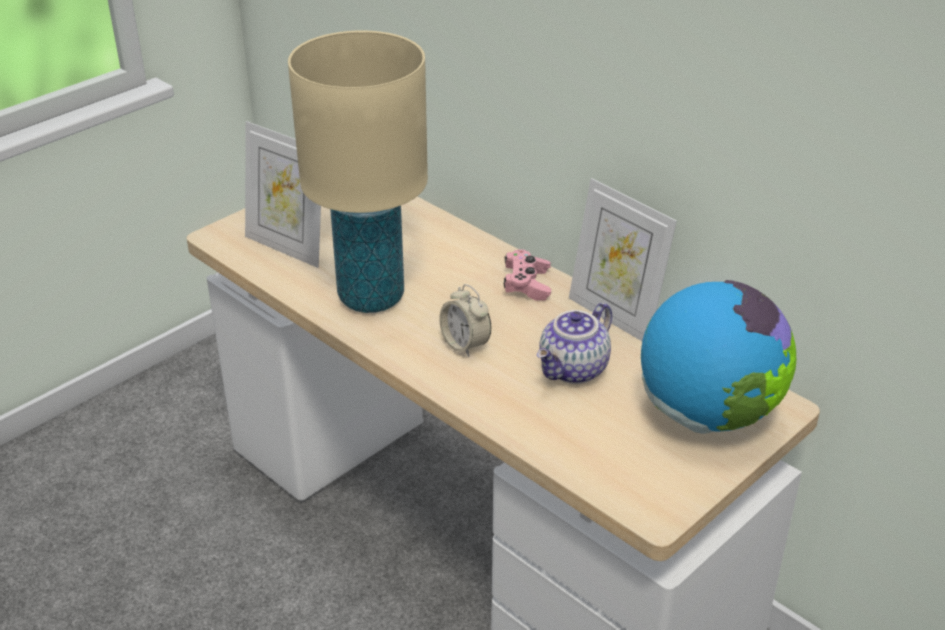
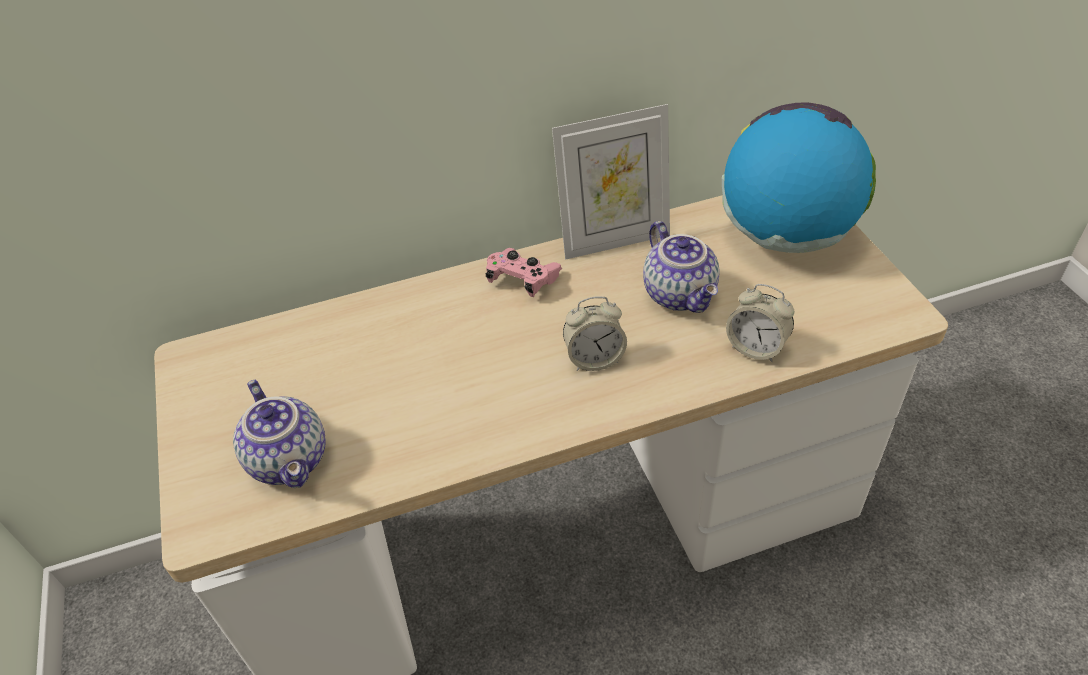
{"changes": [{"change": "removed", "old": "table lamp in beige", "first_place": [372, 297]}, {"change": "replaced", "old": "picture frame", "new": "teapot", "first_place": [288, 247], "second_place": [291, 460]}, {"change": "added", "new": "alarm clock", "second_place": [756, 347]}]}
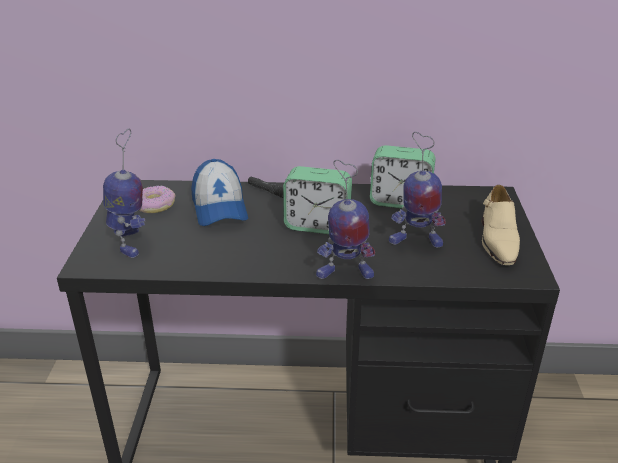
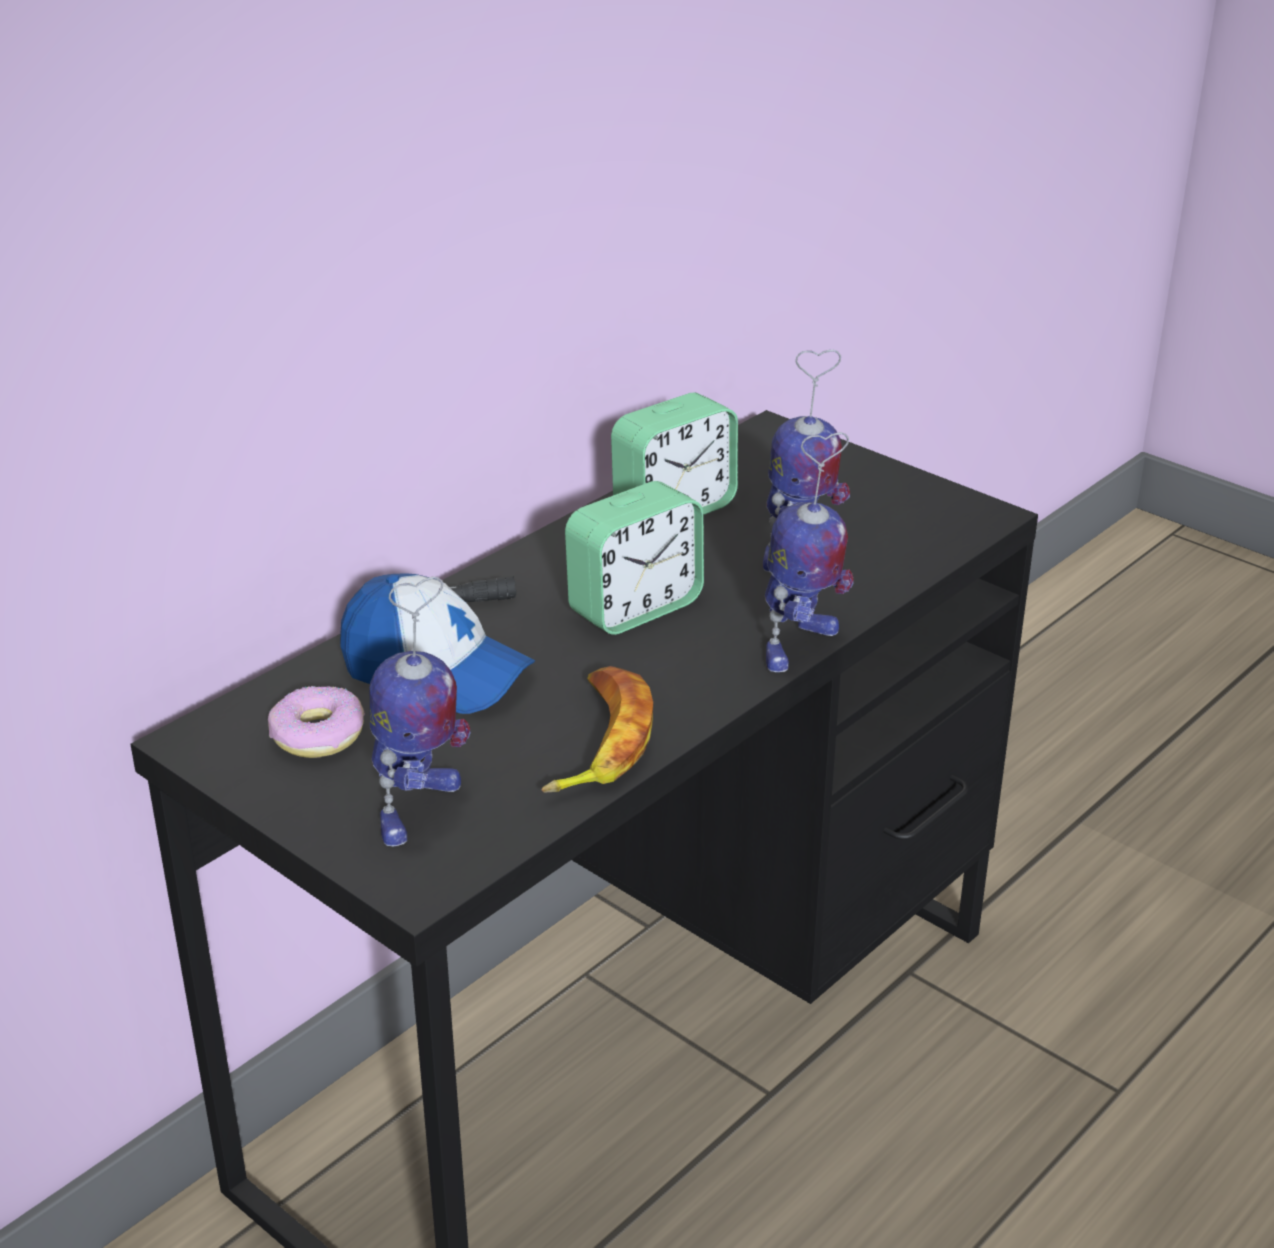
{"changes": [{"change": "turned", "old": "toy robot", "first_place": [130, 243], "second_place": [417, 810], "degrees": 90}, {"change": "removed", "old": "shoe in beige", "first_place": [497, 240]}, {"change": "added", "new": "banana", "second_place": [598, 742]}]}
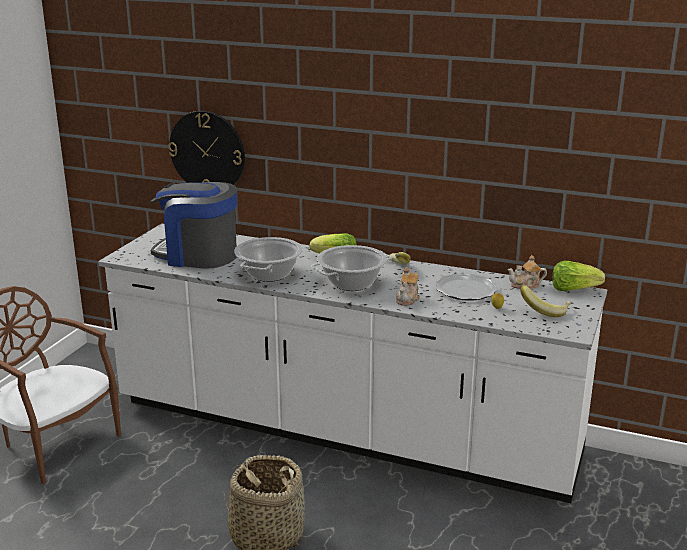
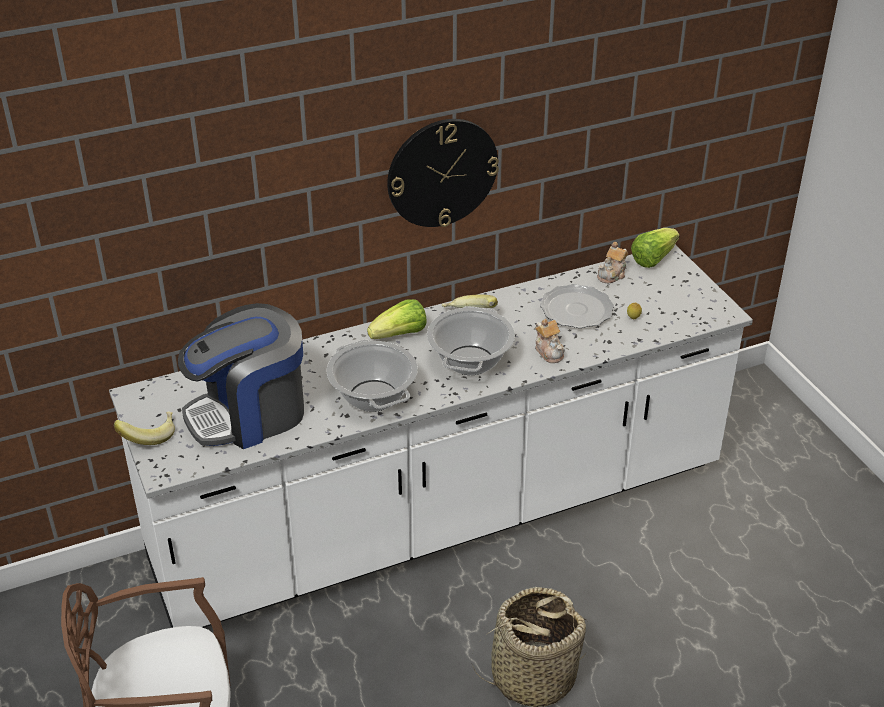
{"changes": [{"change": "moved", "old": "wall clock", "first_place": [207, 152], "second_place": [442, 172]}, {"change": "moved", "old": "banana", "first_place": [545, 311], "second_place": [149, 436]}]}
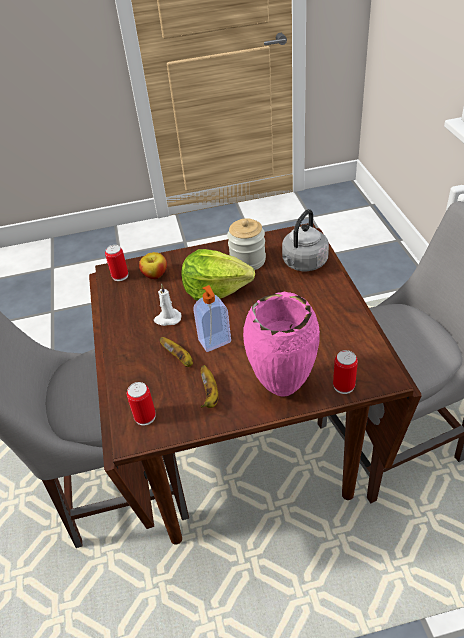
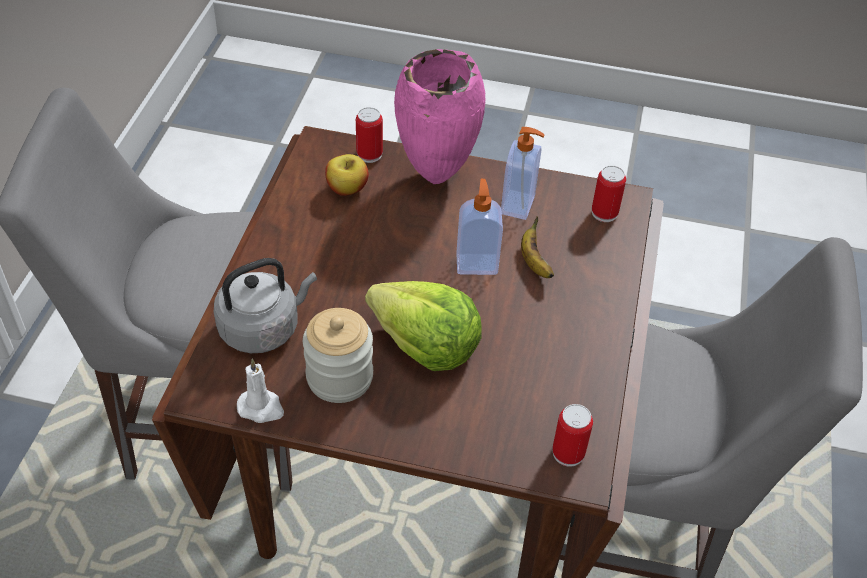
{"changes": [{"change": "moved", "old": "apple", "first_place": [155, 275], "second_place": [347, 189]}, {"change": "moved", "old": "candle in white", "first_place": [167, 319], "second_place": [261, 408]}, {"change": "replaced", "old": "banana", "new": "soap dispenser", "first_place": [210, 394], "second_place": [519, 205]}]}
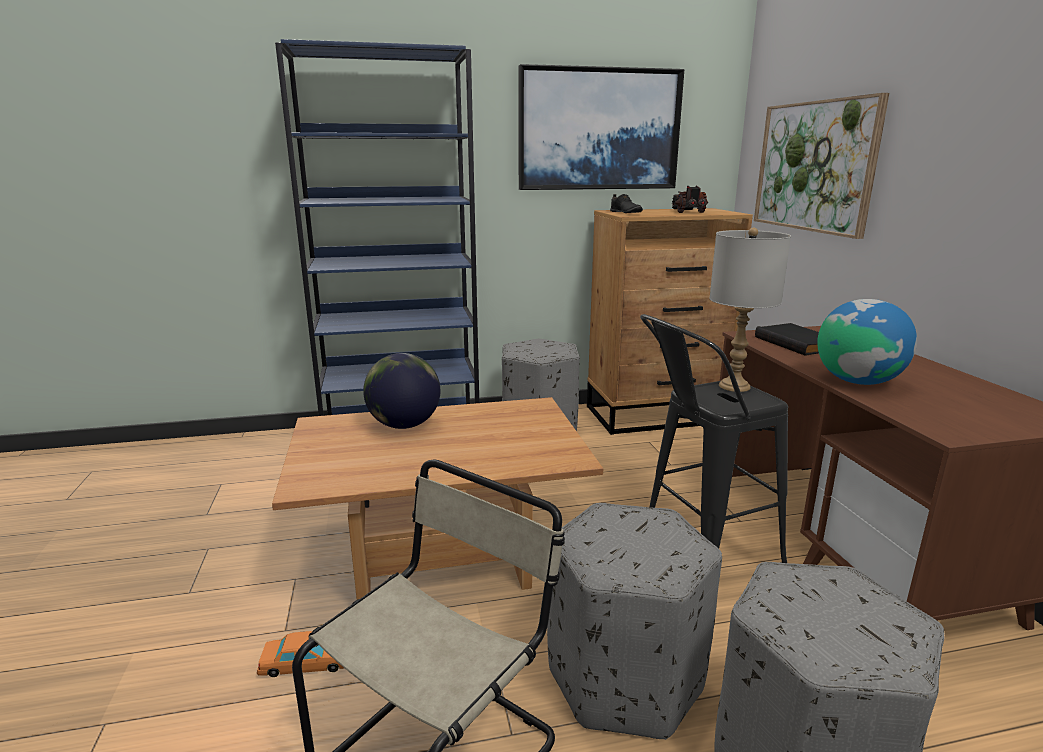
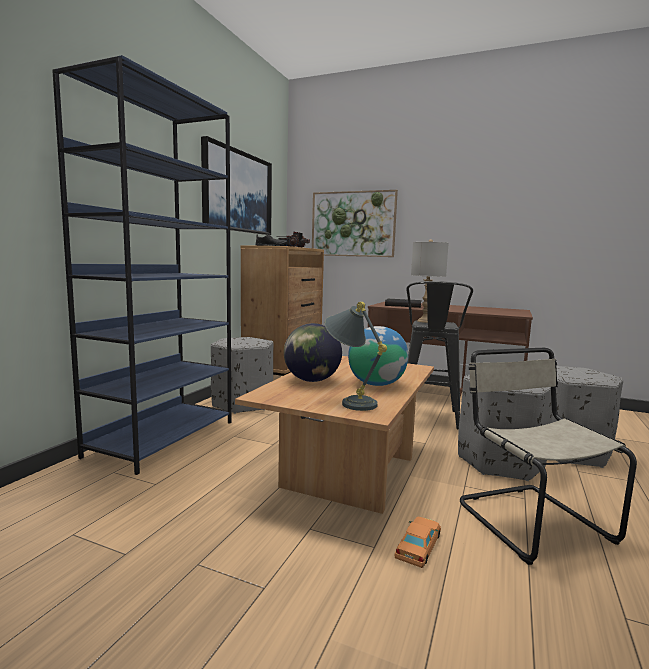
{"changes": [{"change": "moved", "old": "globe", "first_place": [857, 381], "second_place": [376, 384]}, {"change": "added", "new": "table lamp in grey", "second_place": [350, 401]}]}
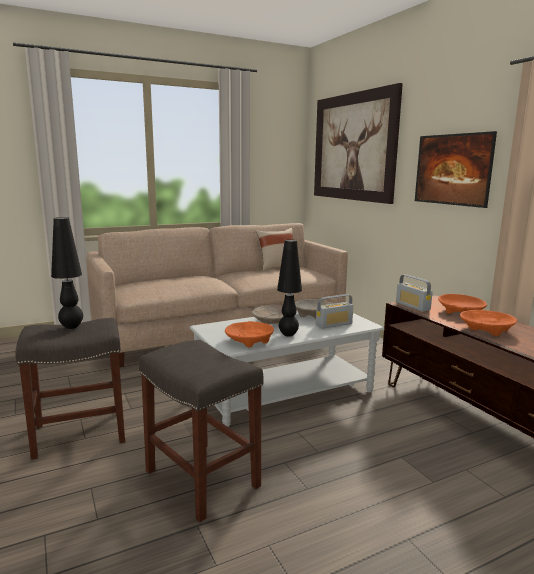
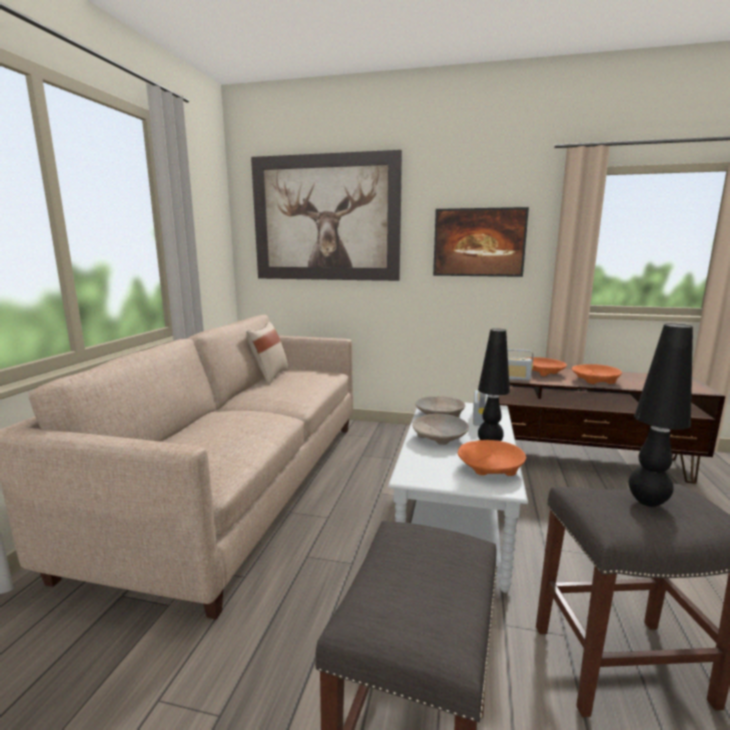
{"changes": [{"change": "moved", "old": "table lamp in black", "first_place": [71, 327], "second_place": [647, 502]}]}
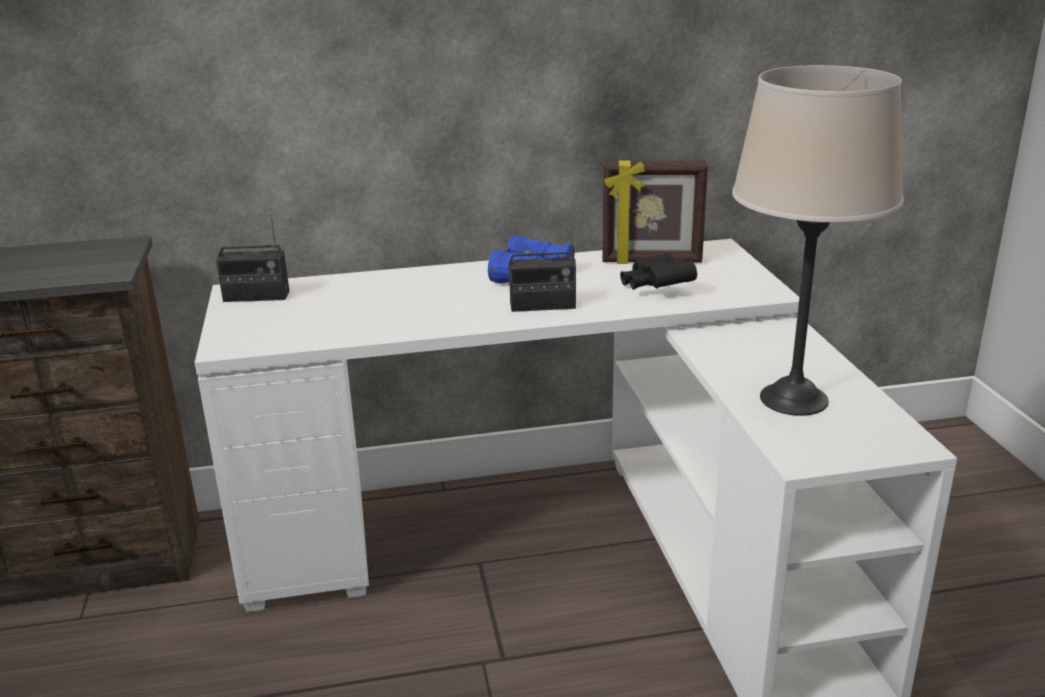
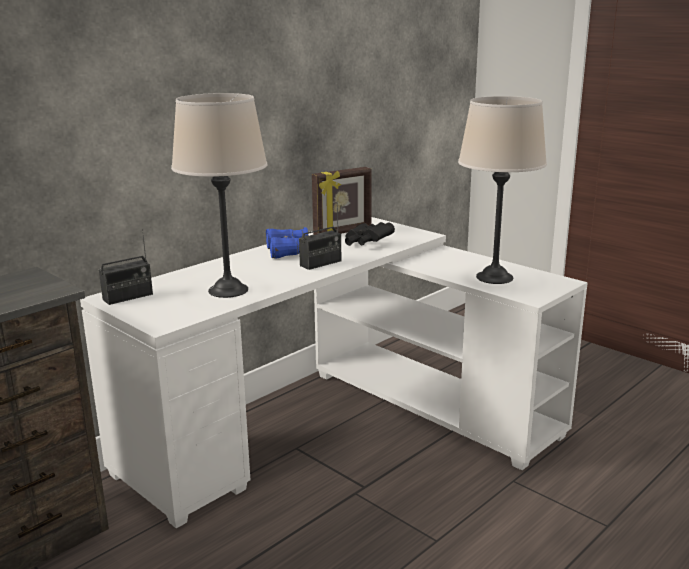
{"changes": [{"change": "added", "new": "table lamp in beige", "second_place": [228, 290]}]}
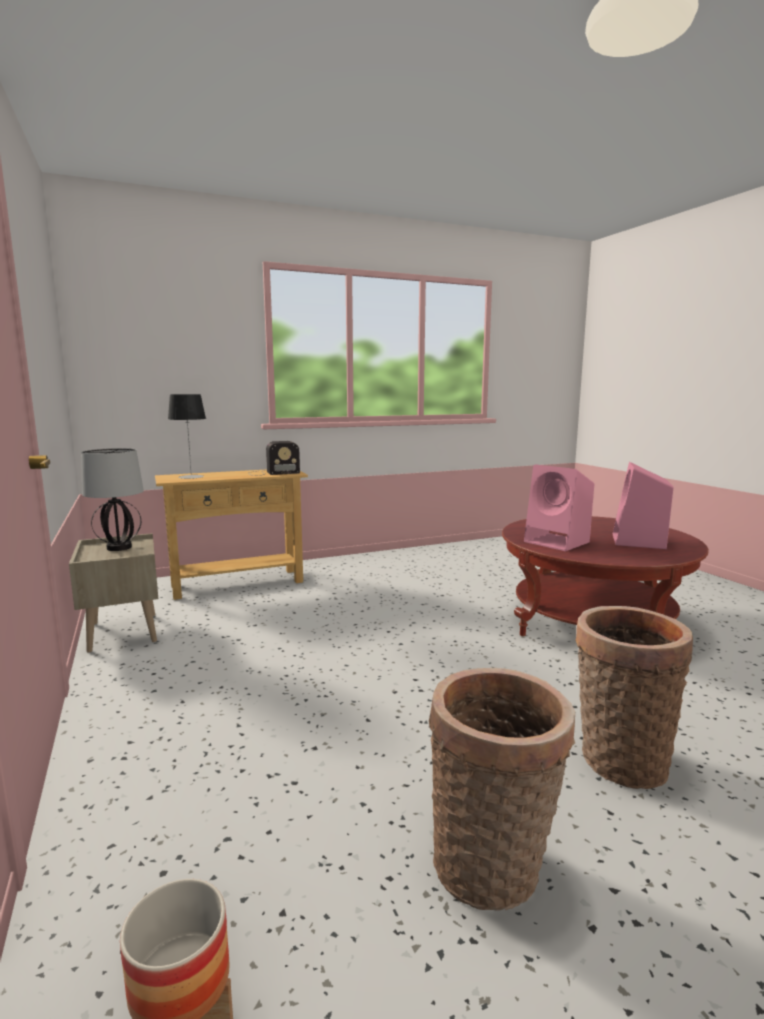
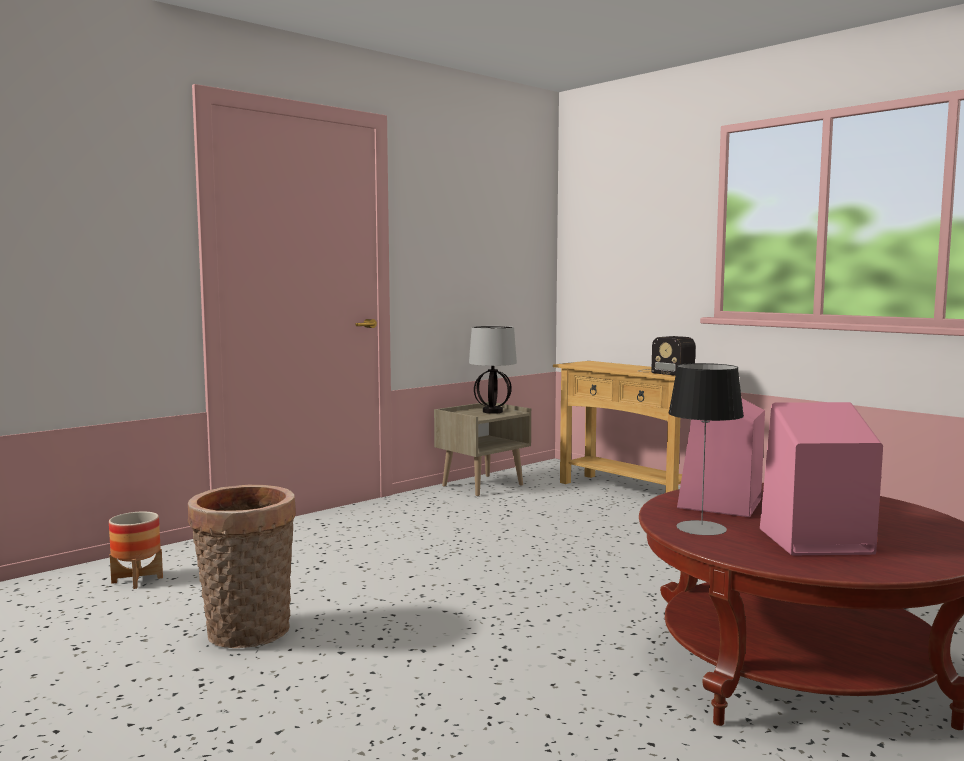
{"changes": [{"change": "moved", "old": "table lamp", "first_place": [191, 477], "second_place": [701, 528]}, {"change": "removed", "old": "basket", "first_place": [619, 757]}]}
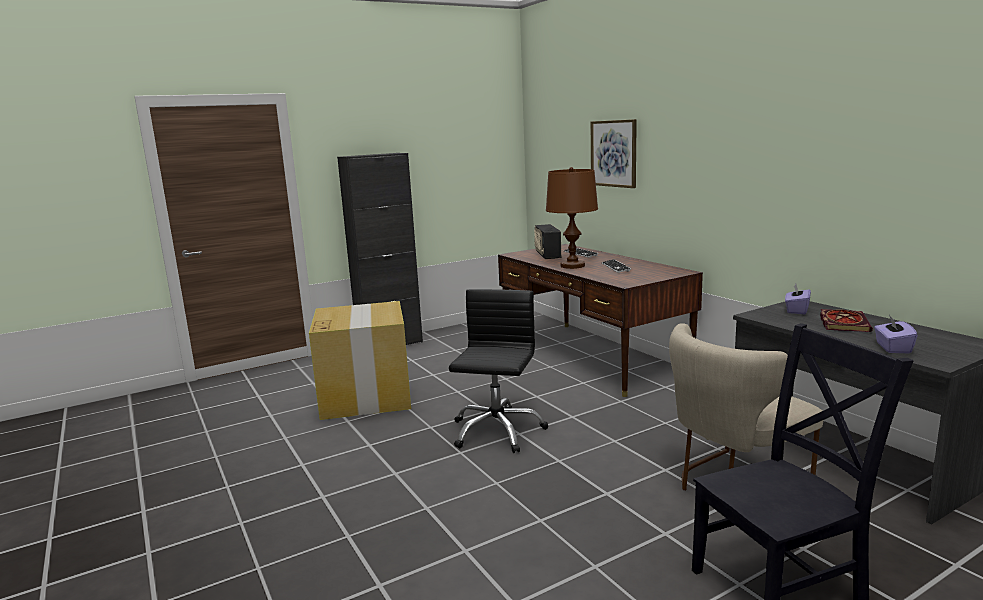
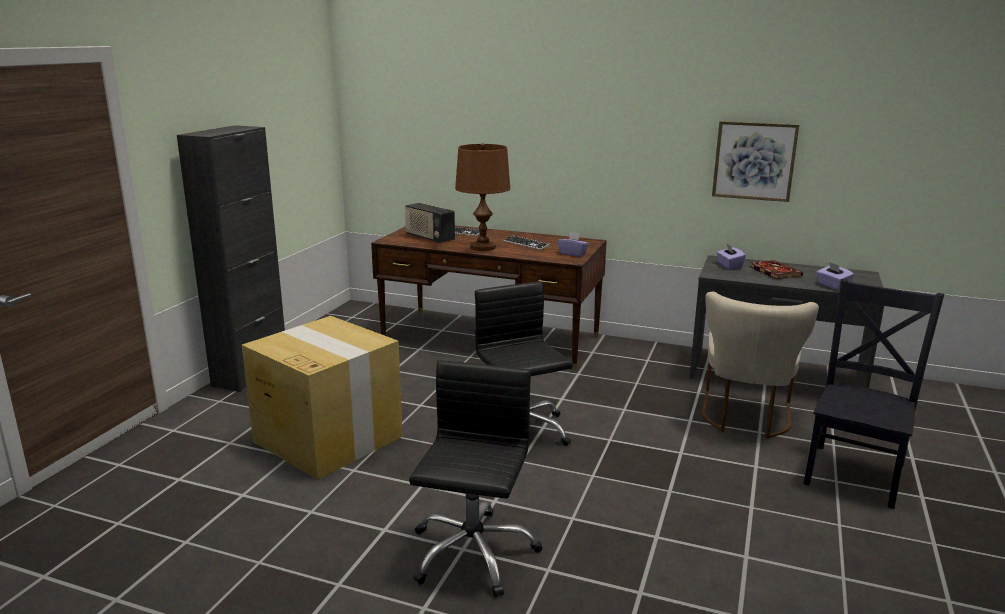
{"changes": [{"change": "moved", "old": "picture", "first_place": [614, 153], "second_place": [754, 161]}, {"change": "added", "new": "tissue box in purple", "second_place": [573, 254]}, {"change": "added", "new": "office chair in black", "second_place": [472, 552]}]}
